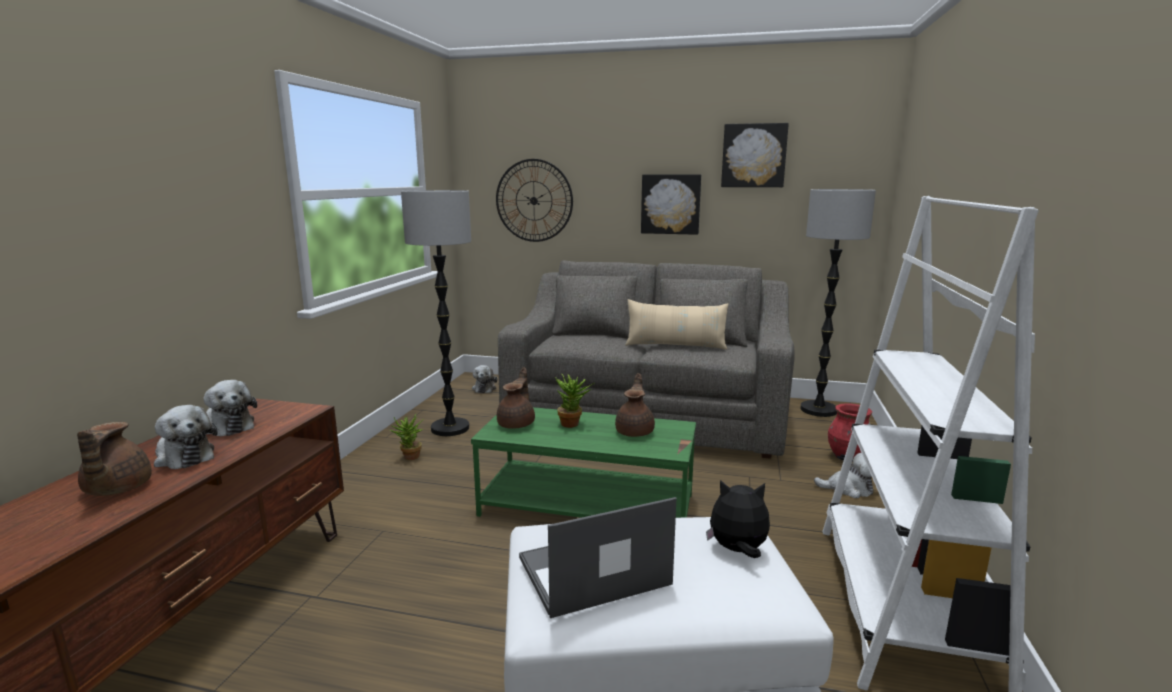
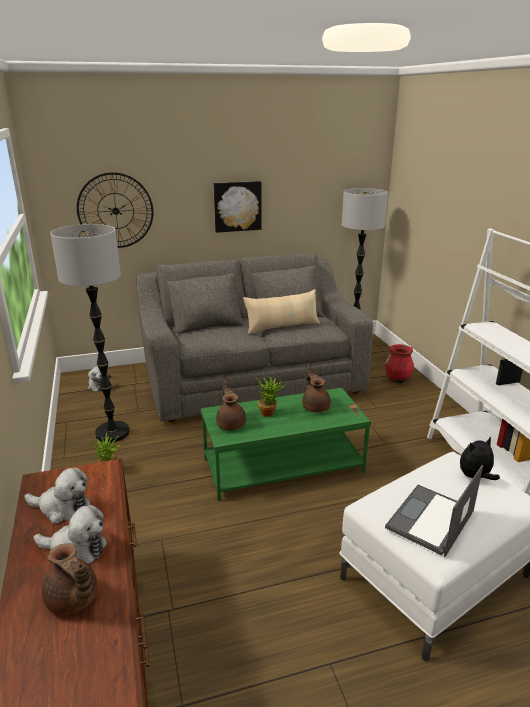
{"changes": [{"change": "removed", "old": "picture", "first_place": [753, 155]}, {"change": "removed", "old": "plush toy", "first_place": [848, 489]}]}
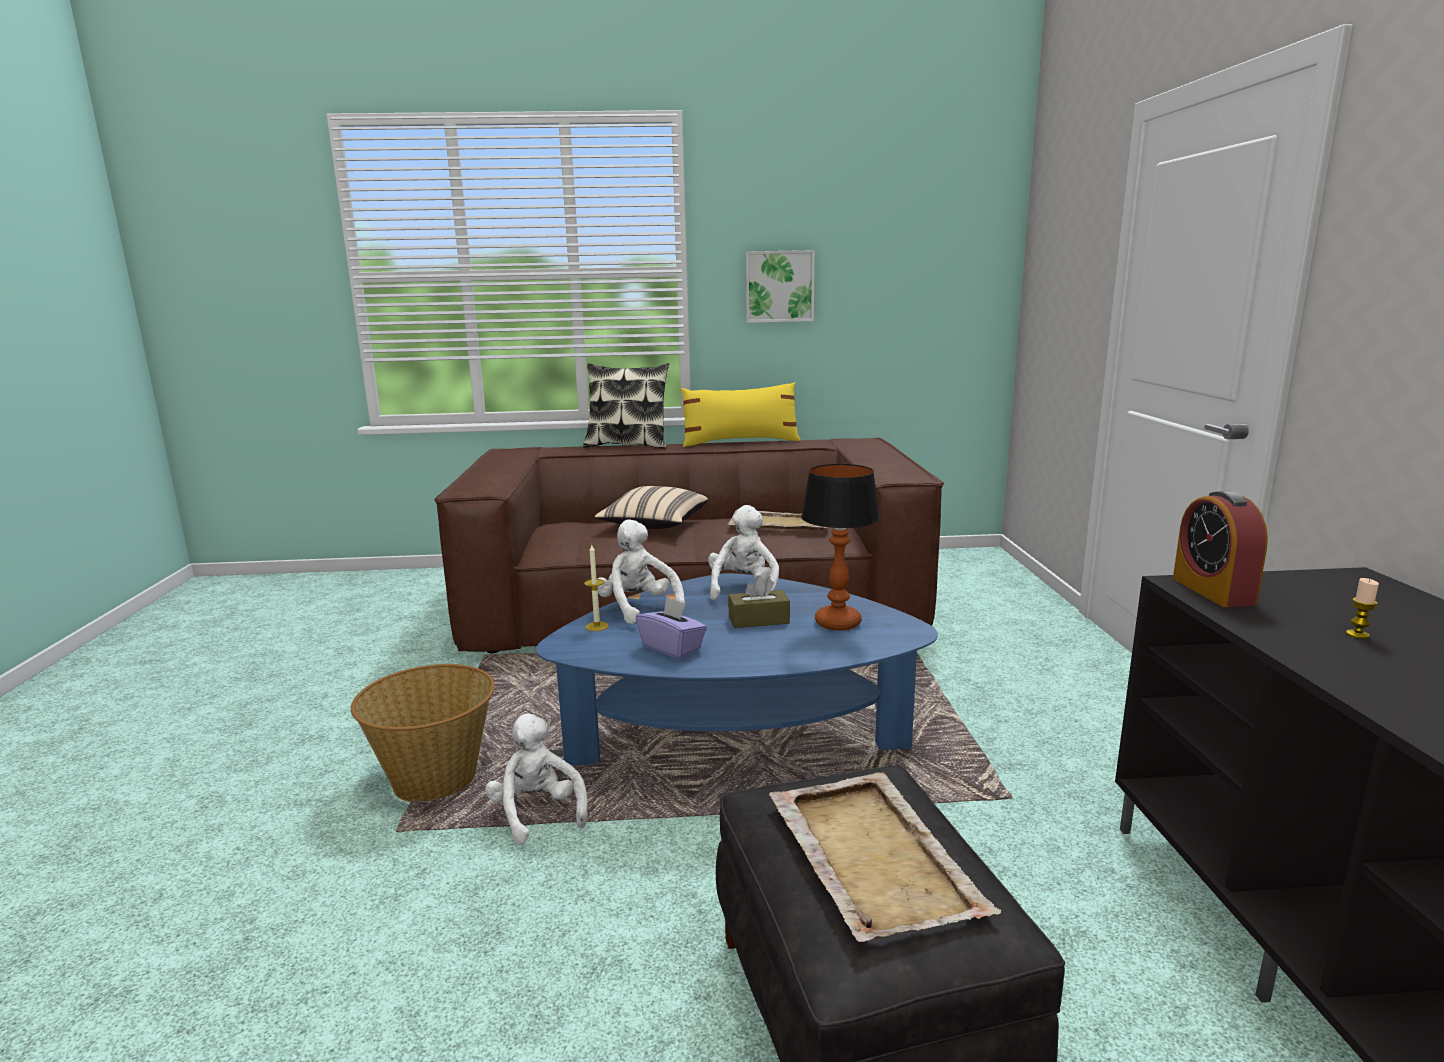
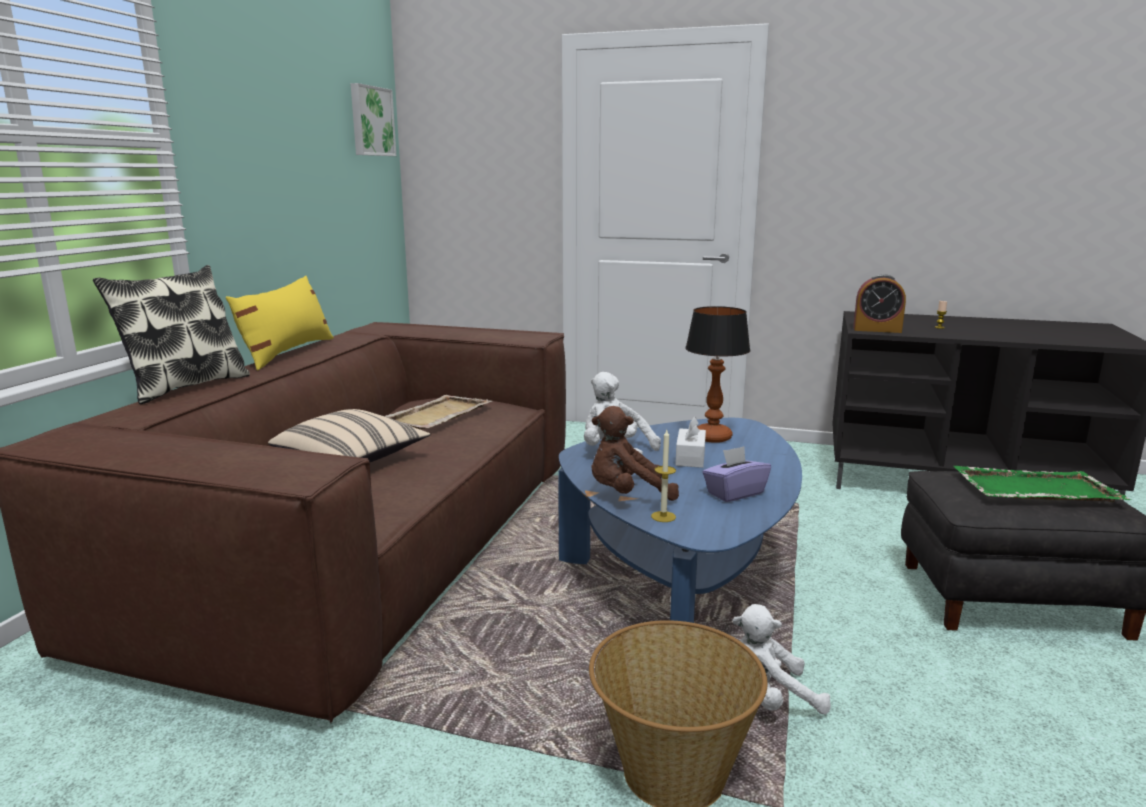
{"changes": [{"change": "moved", "old": "picture", "first_place": [779, 286], "second_place": [371, 121]}, {"change": "recoloured", "old": "plush toy in white", "new": "plush toy in brown", "first_place": [638, 608], "second_place": [627, 495]}, {"change": "recoloured", "old": "tissue box in brown", "new": "tissue box in white", "first_place": [758, 620], "second_place": [690, 457]}, {"change": "recoloured", "old": "tray in beige", "new": "tray in green", "first_place": [871, 855], "second_place": [1034, 489]}]}
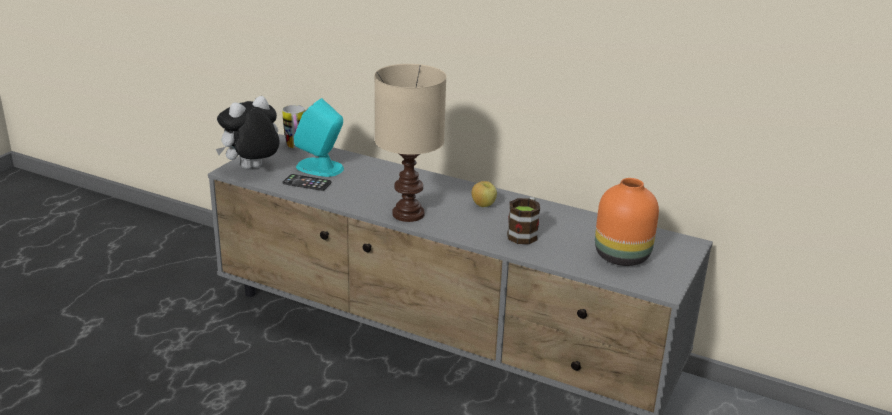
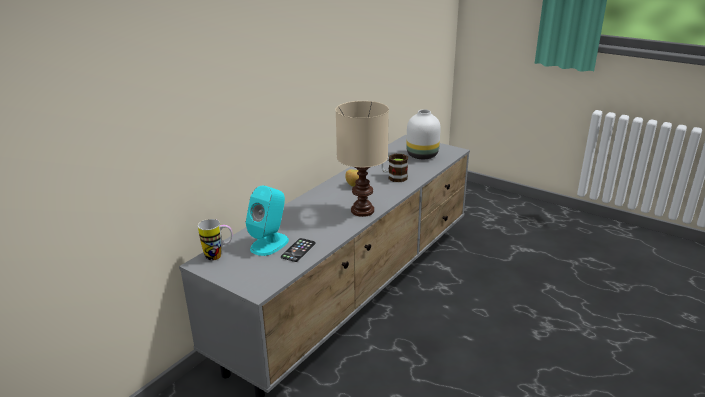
{"changes": [{"change": "removed", "old": "plush toy", "first_place": [252, 169]}, {"change": "recoloured", "old": "vase in orange", "new": "vase in white", "first_place": [620, 257], "second_place": [422, 156]}]}
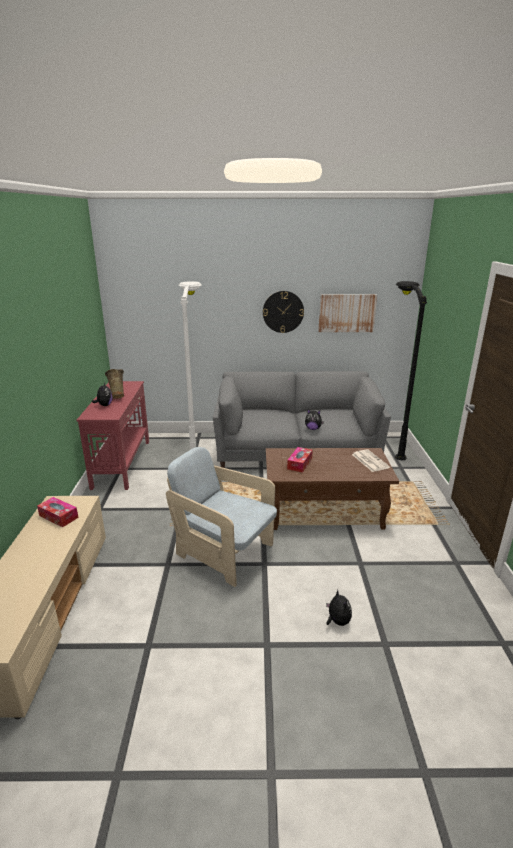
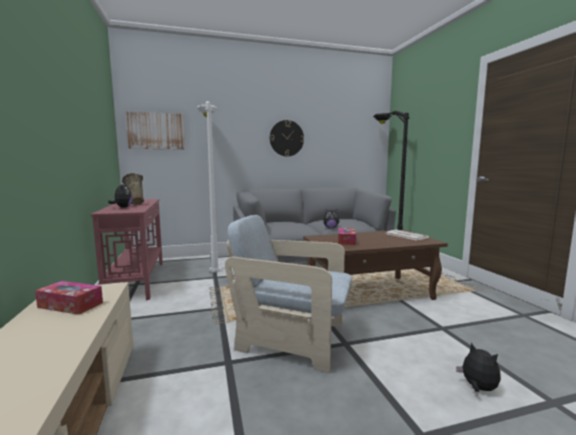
{"changes": [{"change": "moved", "old": "picture", "first_place": [347, 313], "second_place": [156, 131]}]}
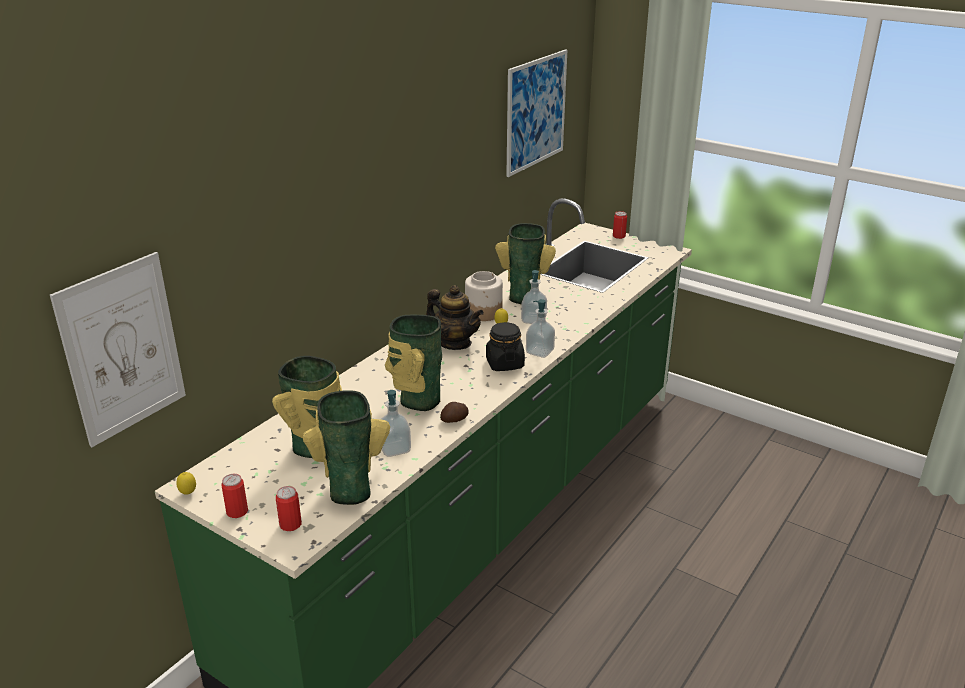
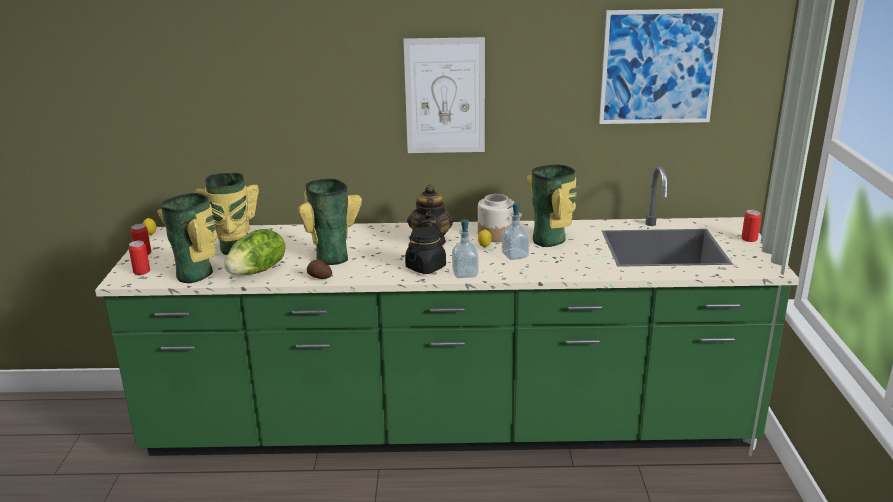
{"changes": [{"change": "moved", "old": "picture", "first_place": [122, 349], "second_place": [445, 96]}, {"change": "replaced", "old": "soap dispenser", "new": "lettuce", "first_place": [395, 449], "second_place": [258, 271]}]}
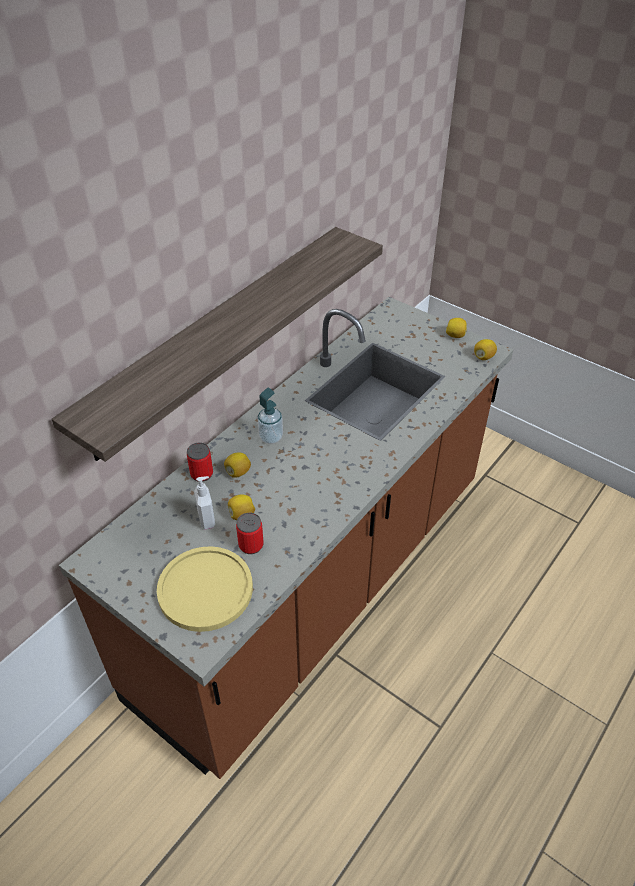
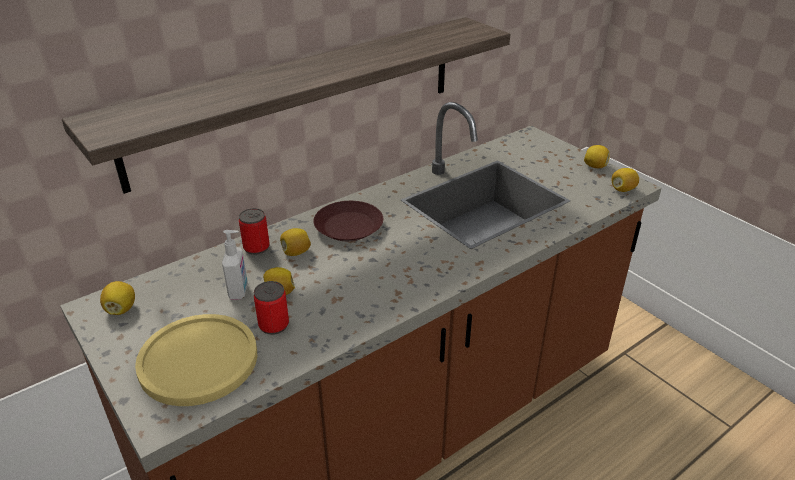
{"changes": [{"change": "replaced", "old": "soap dispenser", "new": "plate in brown", "first_place": [271, 437], "second_place": [348, 227]}, {"change": "added", "new": "lemon", "second_place": [121, 309]}]}
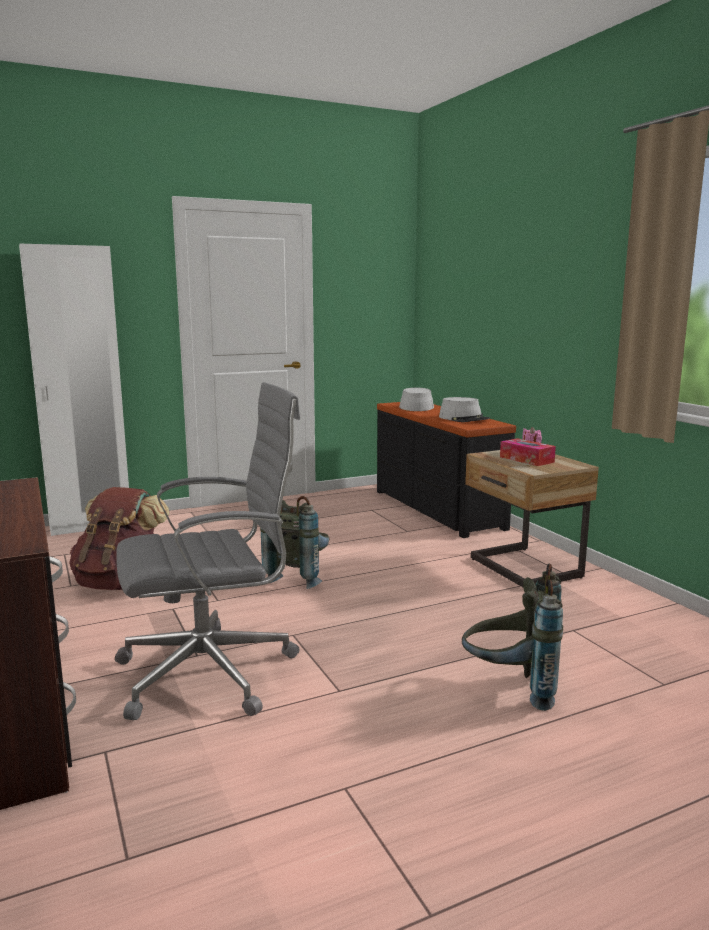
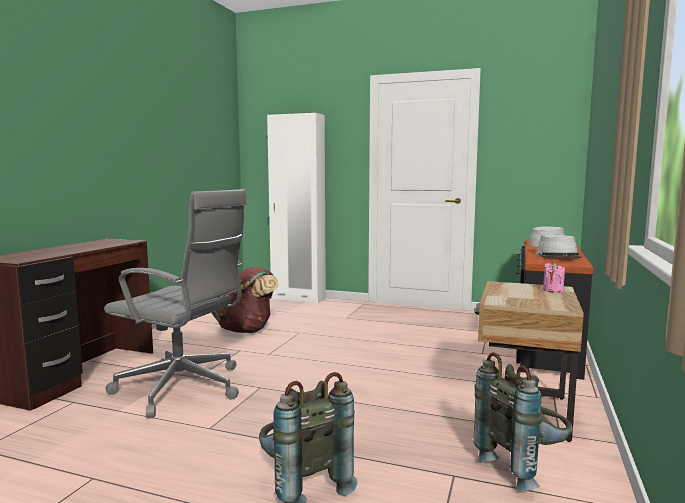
{"changes": [{"change": "removed", "old": "tissue box", "first_place": [526, 459]}, {"change": "moved", "old": "backpack in grey", "first_place": [299, 576], "second_place": [523, 467]}]}
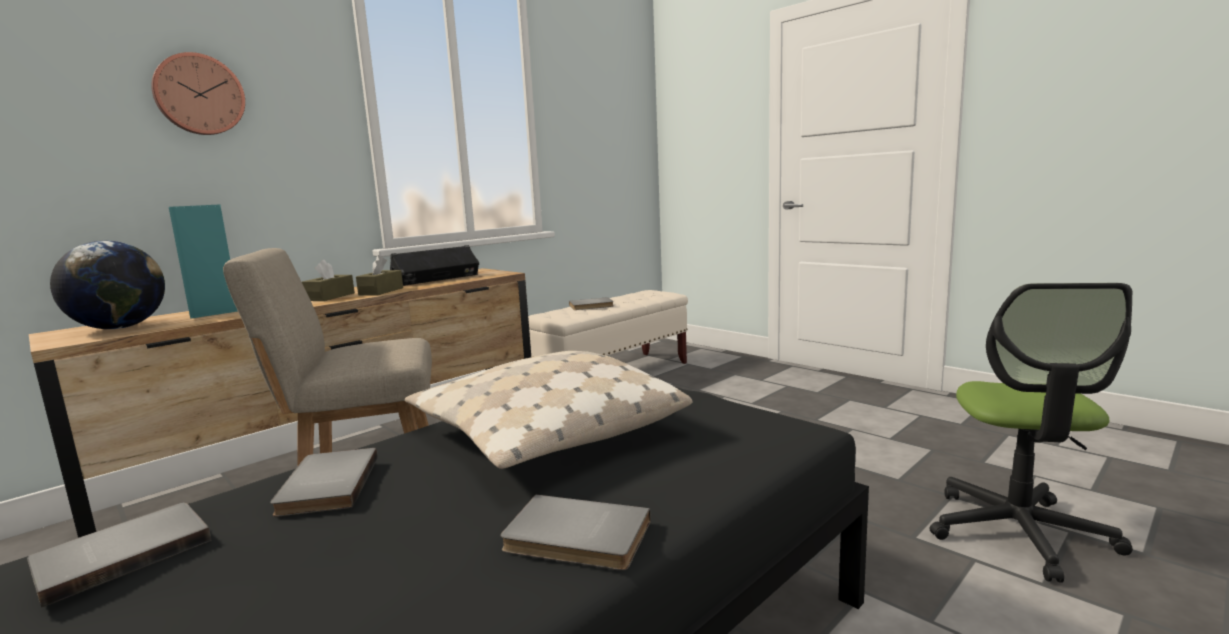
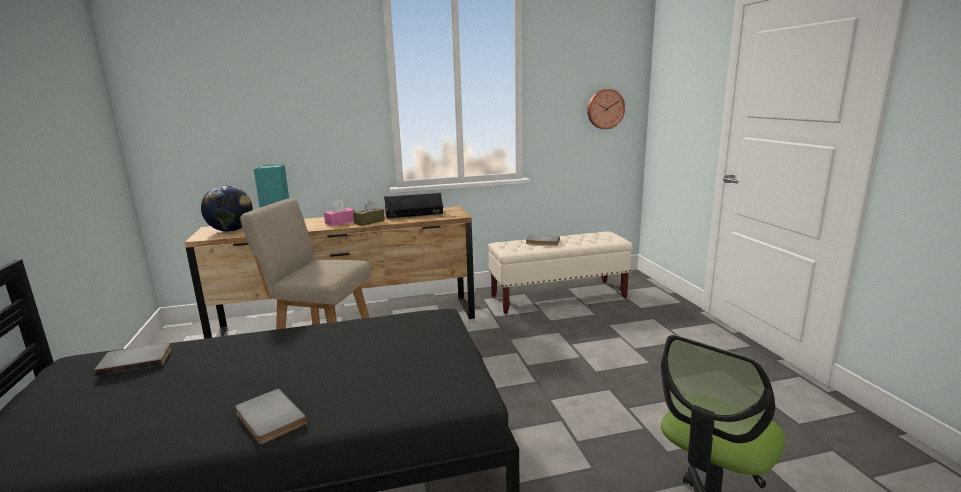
{"changes": [{"change": "moved", "old": "wall clock", "first_place": [199, 95], "second_place": [605, 109]}, {"change": "recoloured", "old": "tissue box in brown", "new": "tissue box in pink", "first_place": [330, 297], "second_place": [340, 222]}, {"change": "removed", "old": "pillow in beige", "first_place": [545, 434]}, {"change": "removed", "old": "book in grey", "first_place": [325, 485]}]}
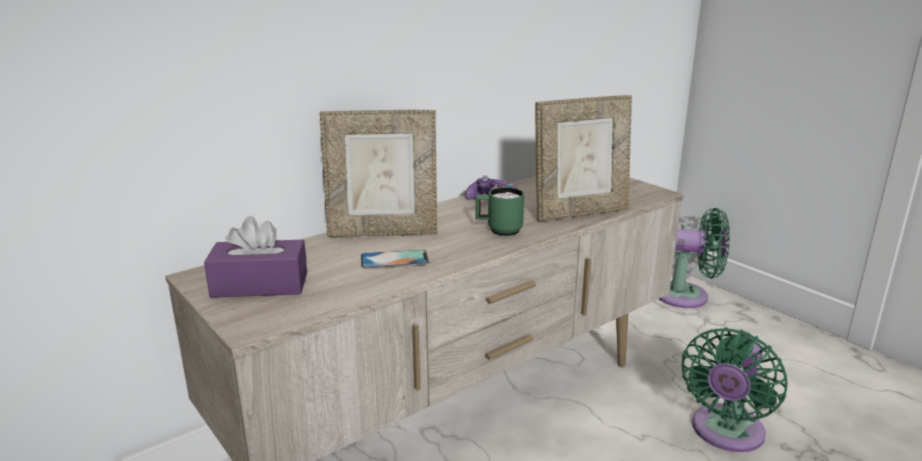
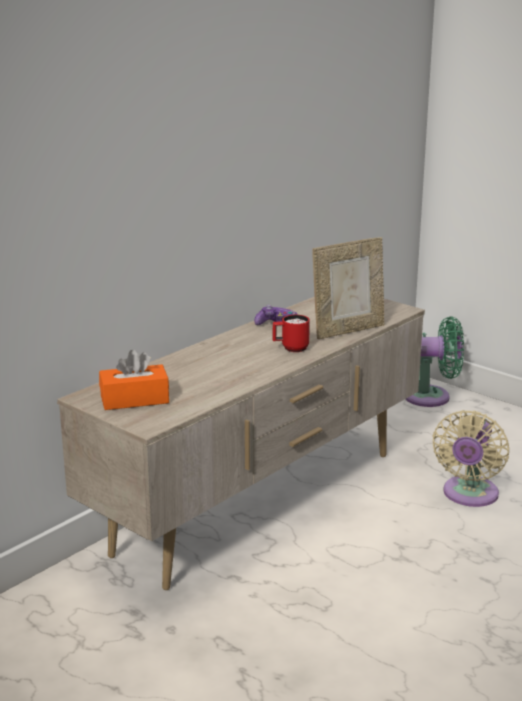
{"changes": [{"change": "removed", "old": "picture frame", "first_place": [383, 232]}, {"change": "recoloured", "old": "mug in green", "new": "mug in red", "first_place": [499, 230], "second_place": [290, 348]}, {"change": "recoloured", "old": "tissue box in purple", "new": "tissue box in orange", "first_place": [260, 285], "second_place": [134, 399]}, {"change": "removed", "old": "phone", "first_place": [394, 260]}, {"change": "recoloured", "old": "fan in green", "new": "fan in beige", "first_place": [725, 433], "second_place": [469, 495]}]}
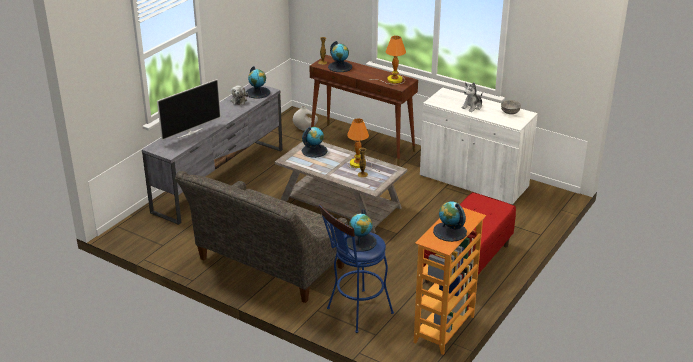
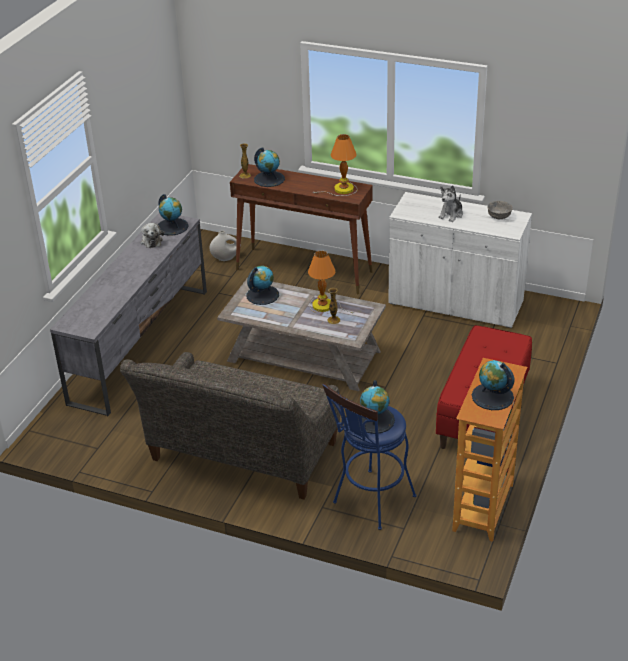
{"changes": [{"change": "removed", "old": "television", "first_place": [190, 132]}]}
